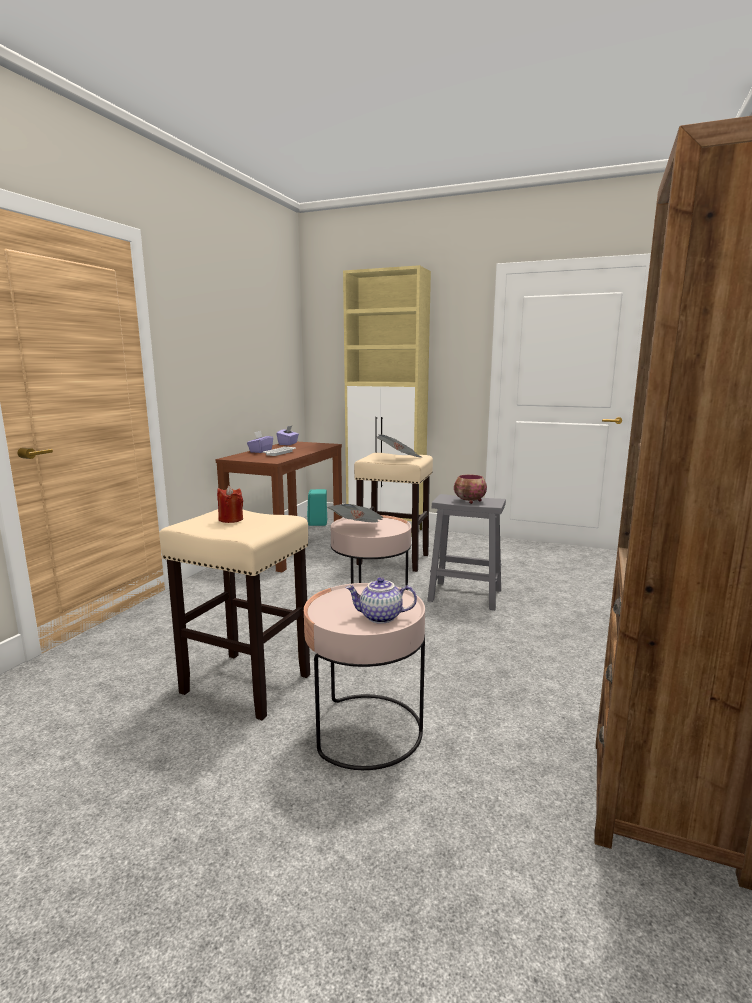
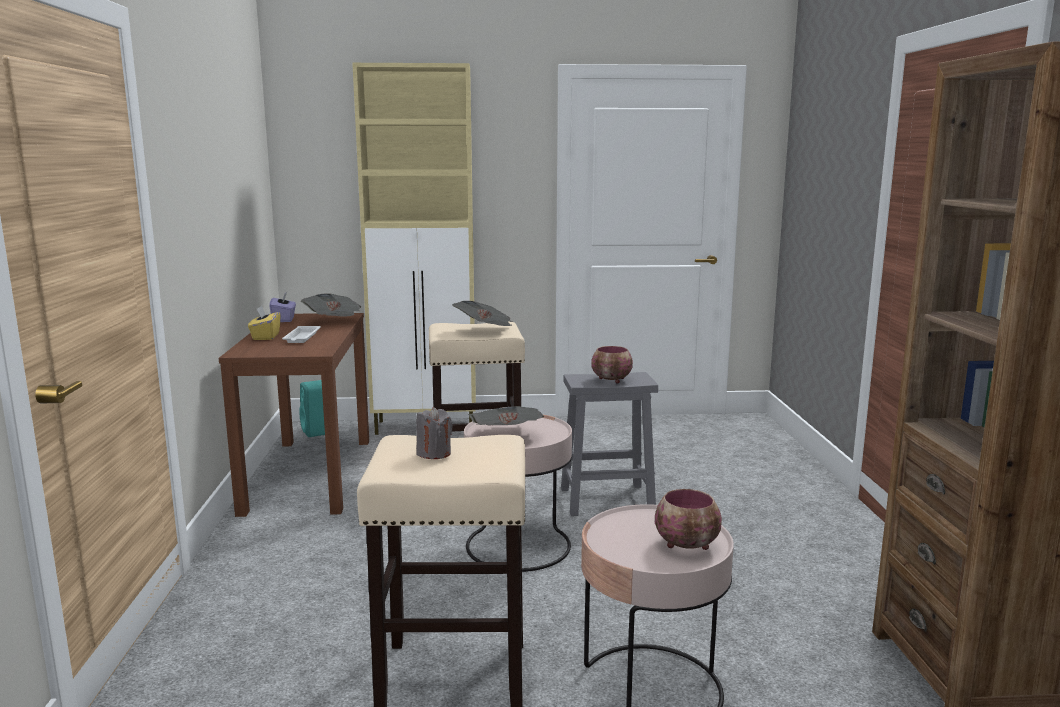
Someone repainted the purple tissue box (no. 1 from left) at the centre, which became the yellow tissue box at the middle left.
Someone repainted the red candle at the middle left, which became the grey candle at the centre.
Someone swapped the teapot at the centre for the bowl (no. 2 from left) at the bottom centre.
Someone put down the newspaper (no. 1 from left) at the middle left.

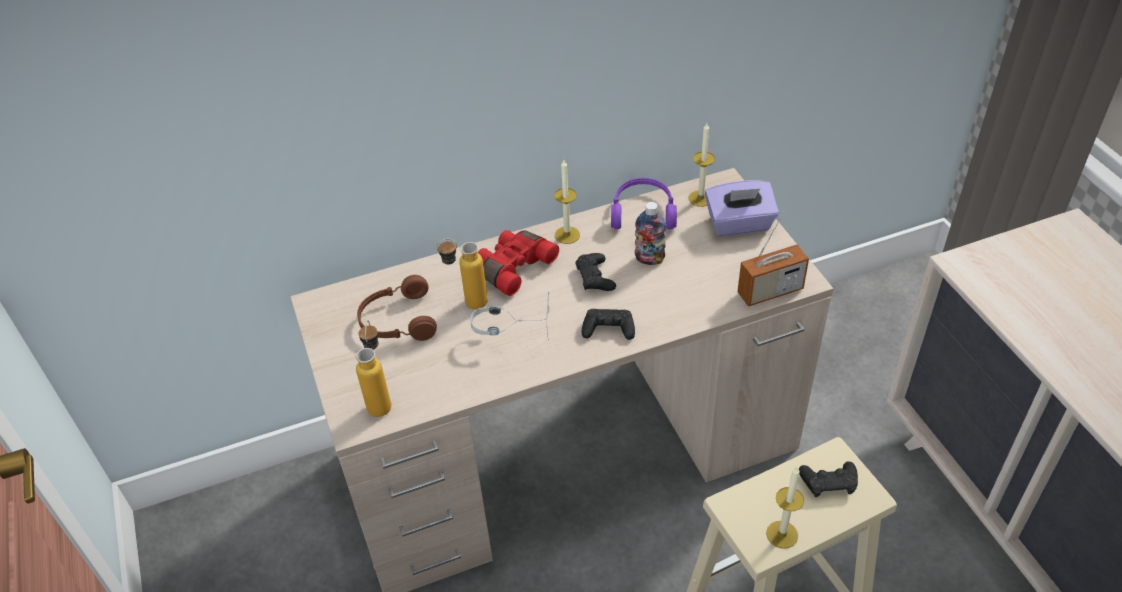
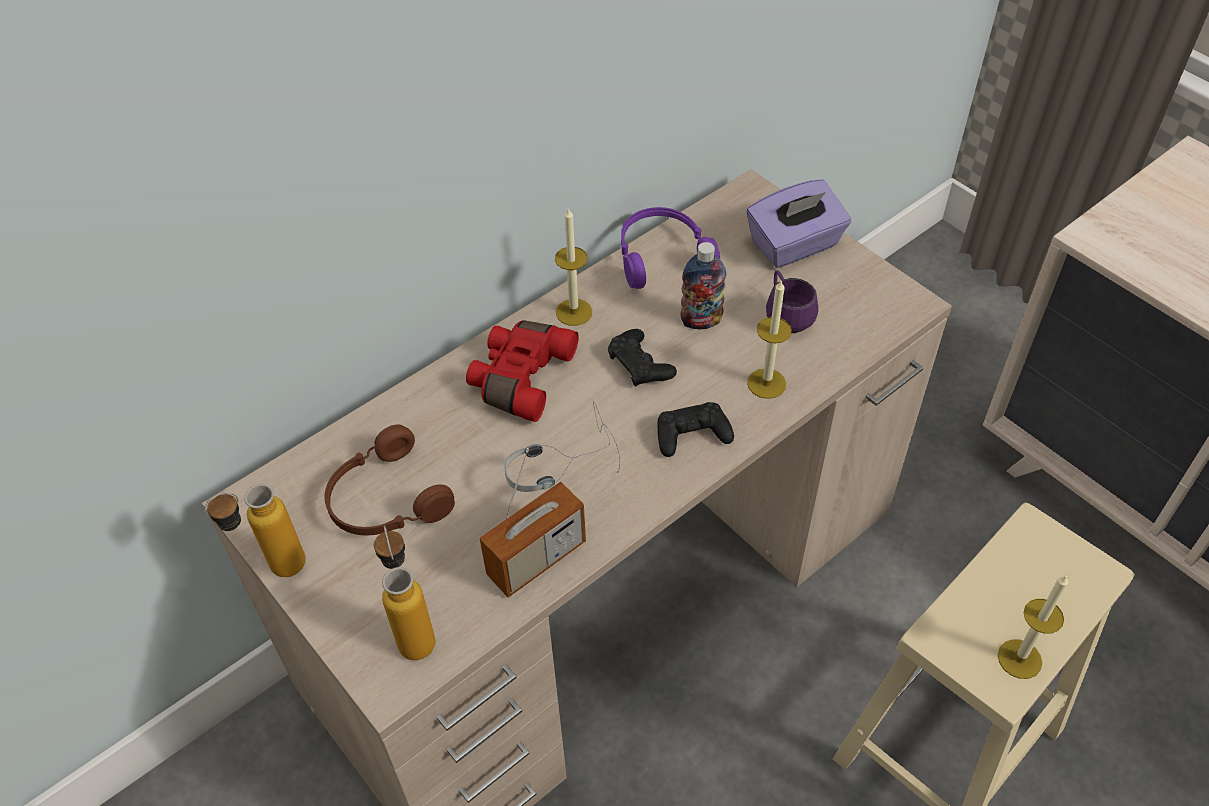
Someone carried the candle (no. 2 from left) from the top centre to the centre.
Someone carried the radio from the middle right to the centre.
Someone carried the bottle (no. 2 from left in the first image) from the centre to the middle left.
Someone took away the black game controller (no. 3 from left) at the bottom right.
Someone put down the purple mug at the centre.

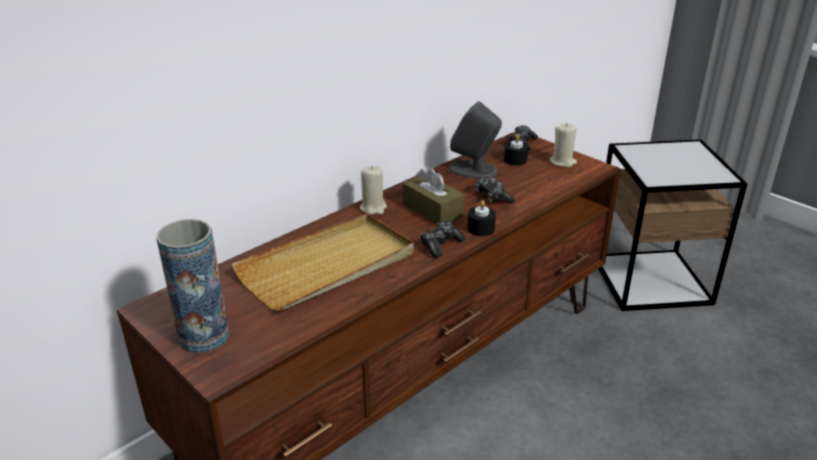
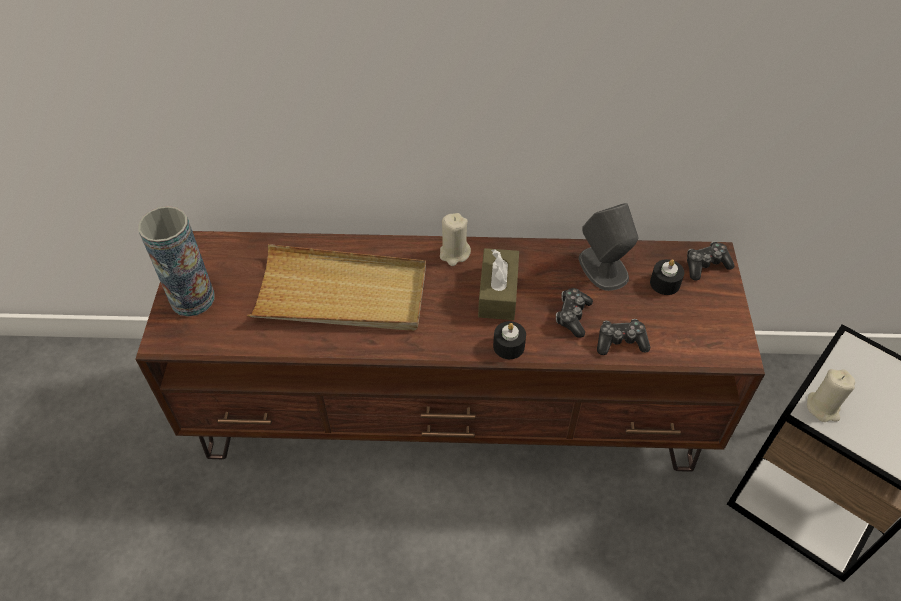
Someone carried the beige candle (no. 2 from left) from the top right to the middle right.
Someone carried the game controller (no. 1 from left in the first image) from the centre to the middle right.

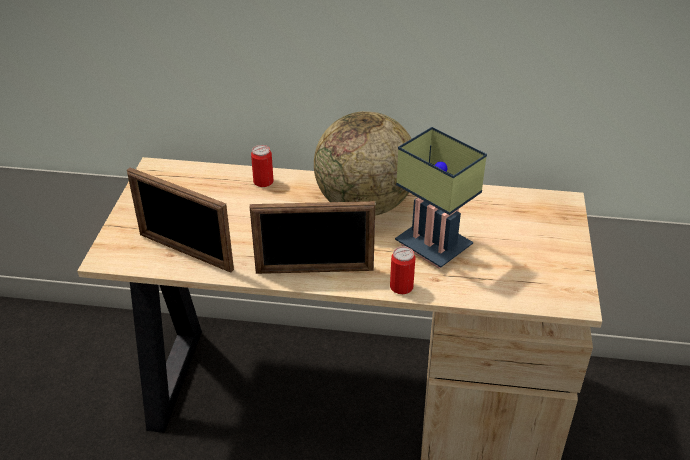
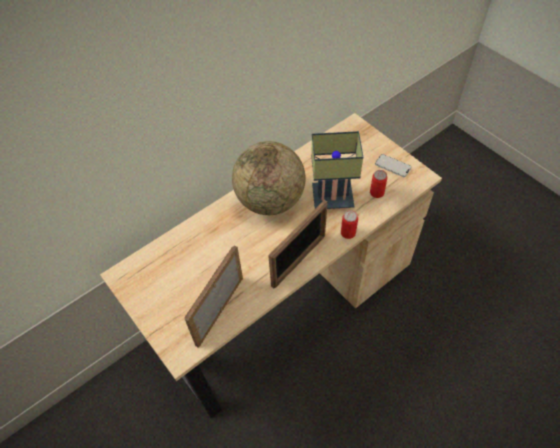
Someone carried the can (no. 1 from left in the first image) from the centre to the middle right.
Someone rotated the picture frame (no. 1 from left) at the middle left by 135 degrees clockwise.
Someone put down the phone at the middle right.

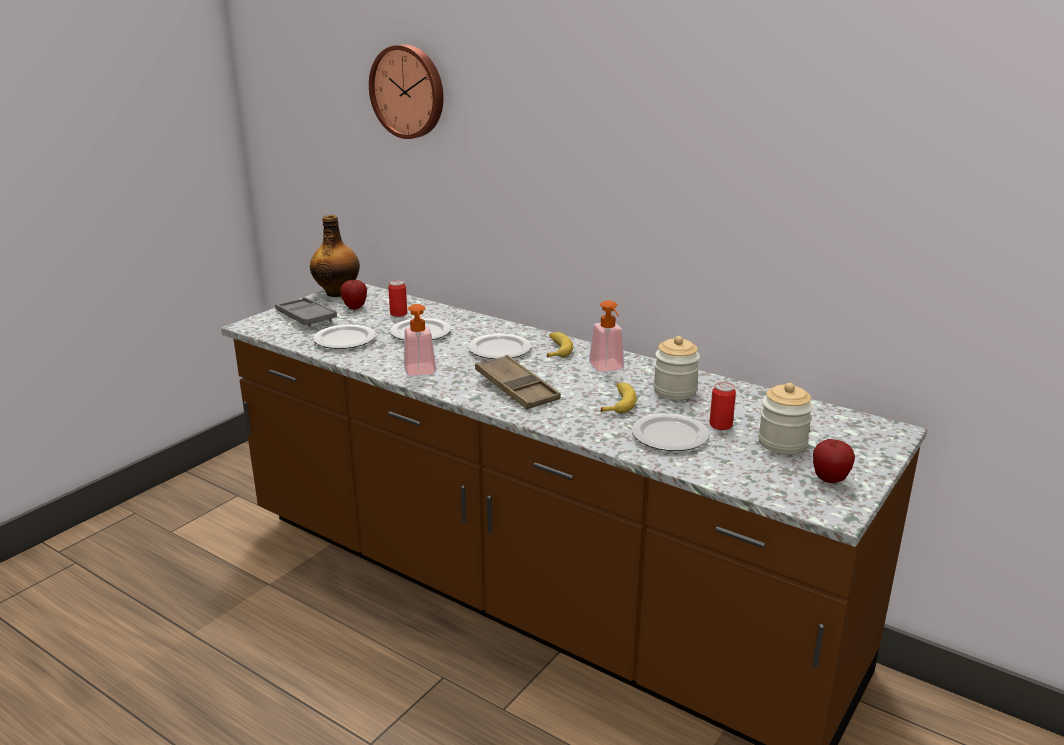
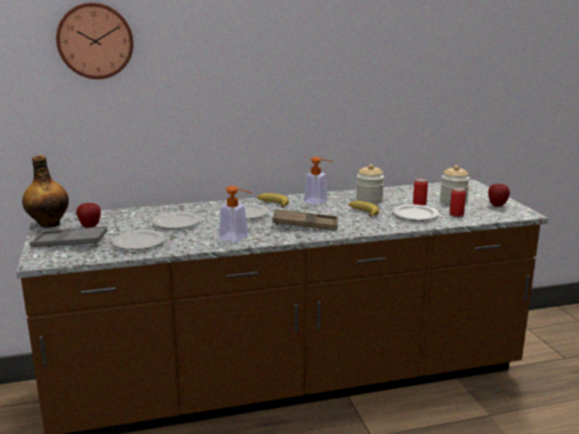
Someone carried the can (no. 1 from left in the first image) from the centre to the middle right.

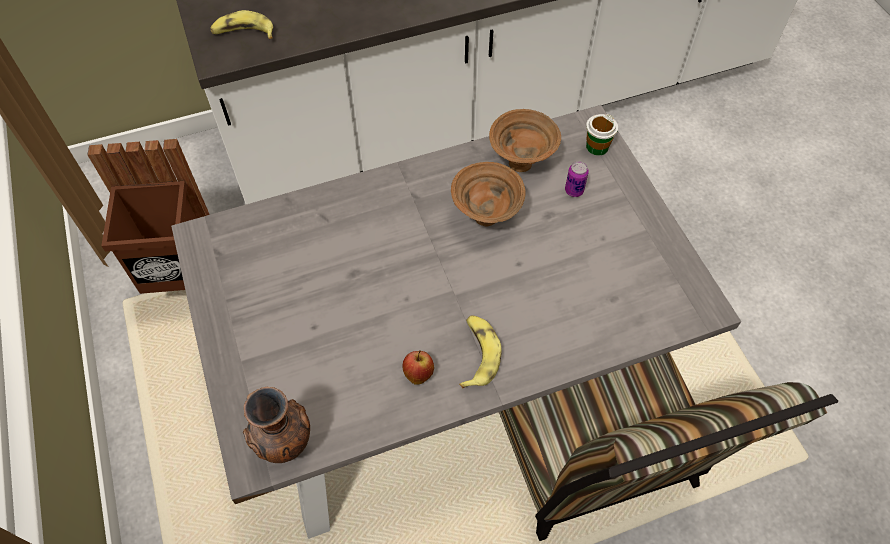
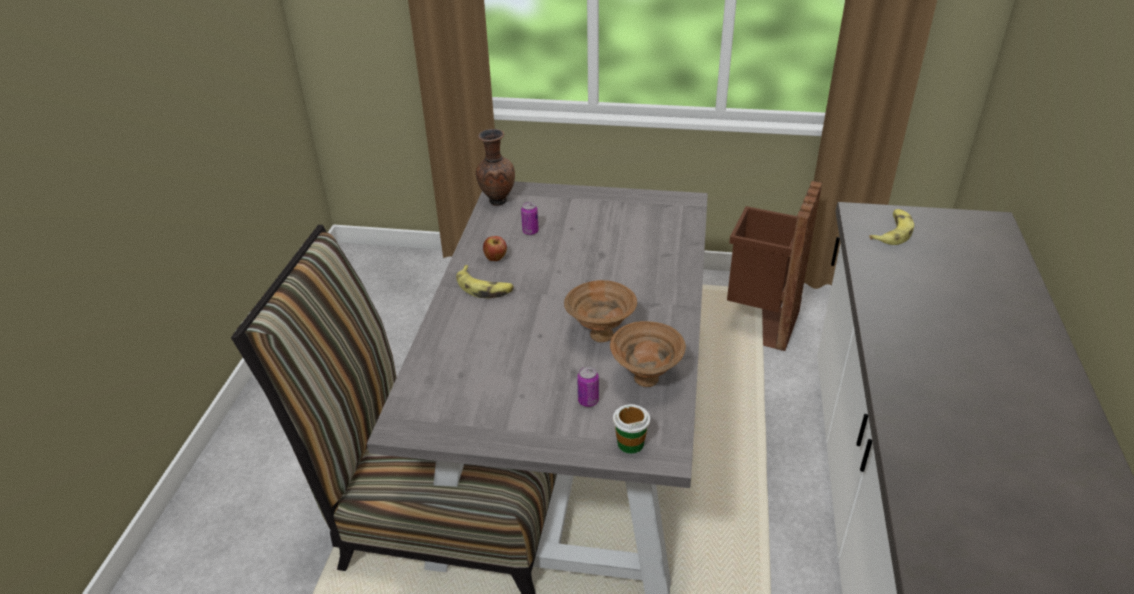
Someone put down the can (no. 1 from left) at the centre.

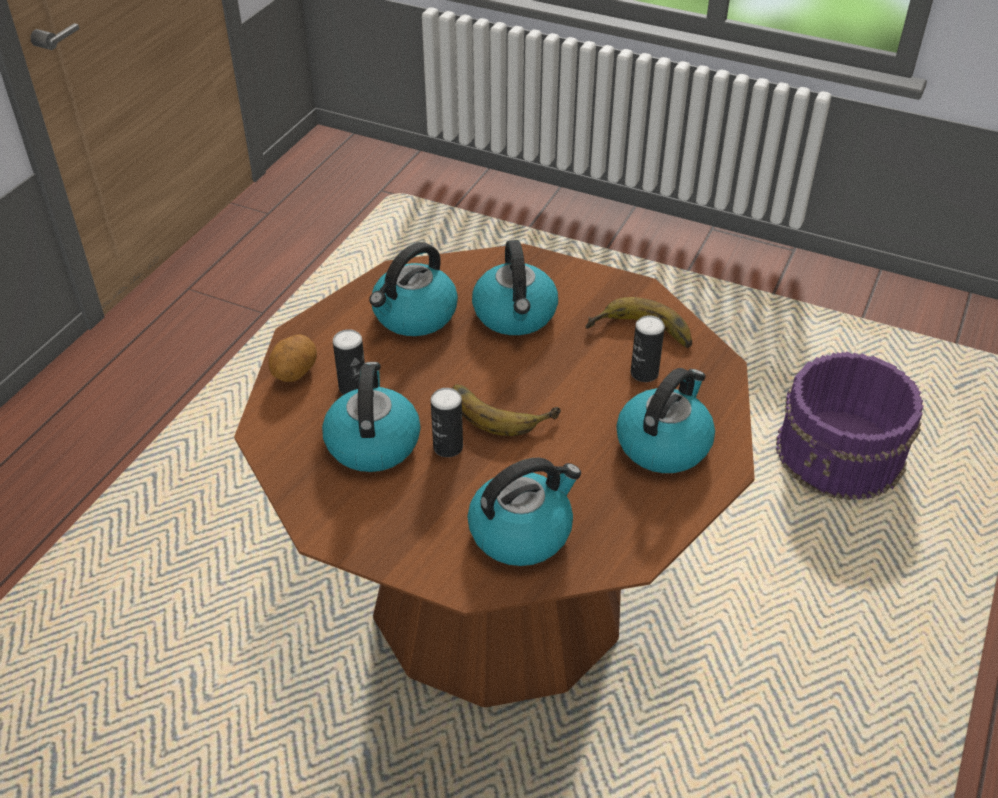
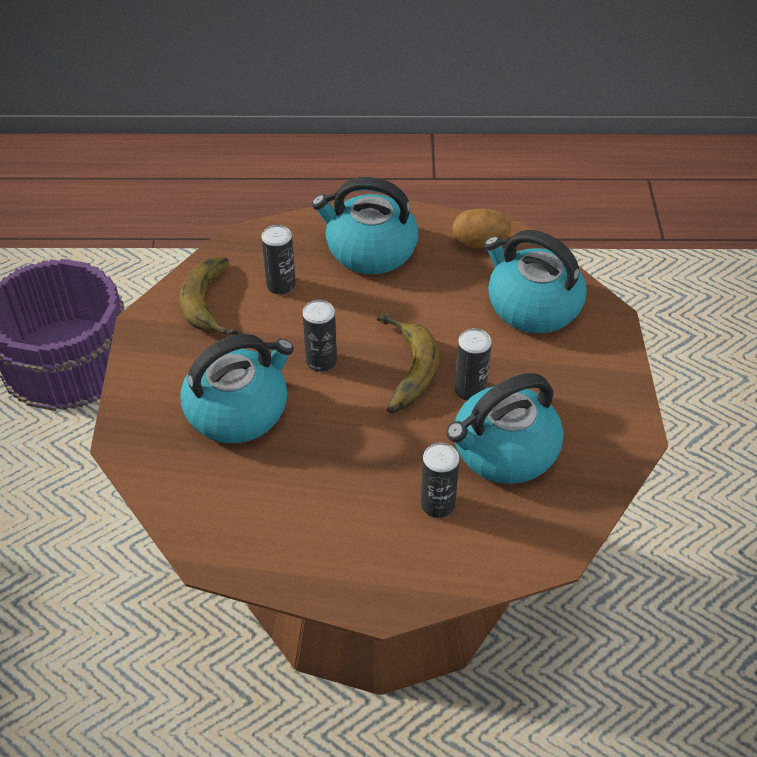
Someone took away the kettle (no. 2 from left) at the centre.
Someone carried the potato from the middle left to the top centre.
Someone put down the can (no. 2 from left) at the centre.

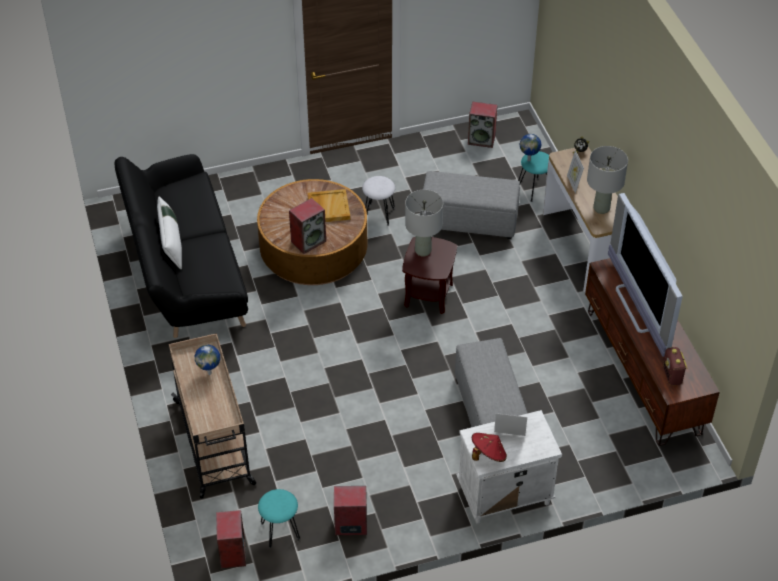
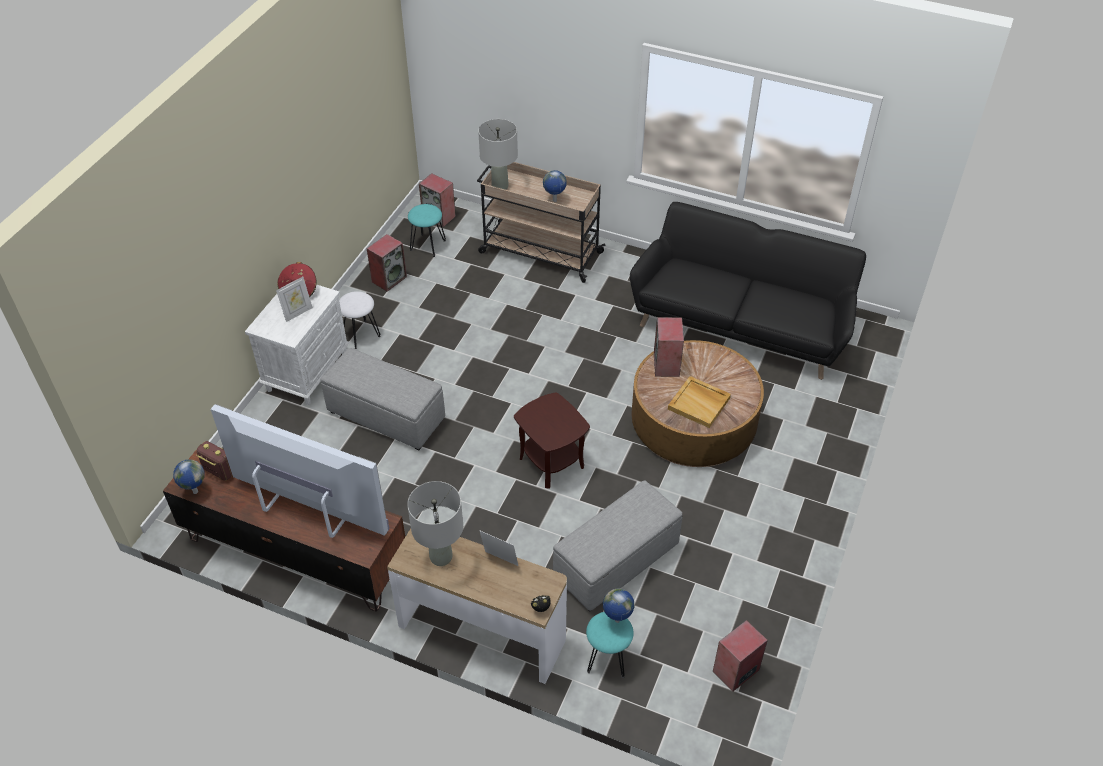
Someone carried the white stool from the centre to the middle left.
Someone carried the grey table lamp (no. 1 from left in the first image) from the centre to the top centre.
Someone took away the white pillow at the middle left.
Someone put down the globe (no. 1 from left) at the middle left.

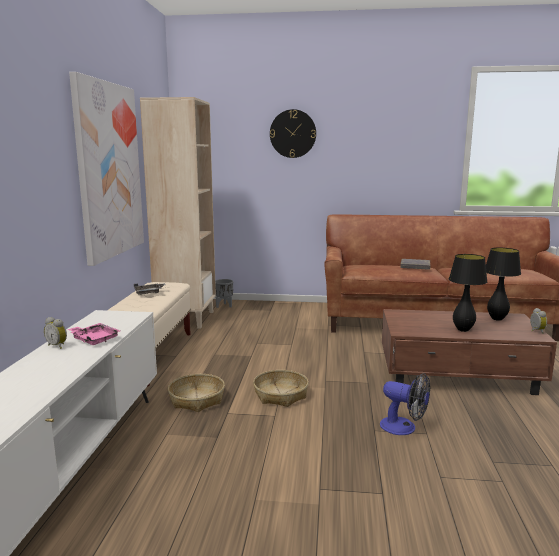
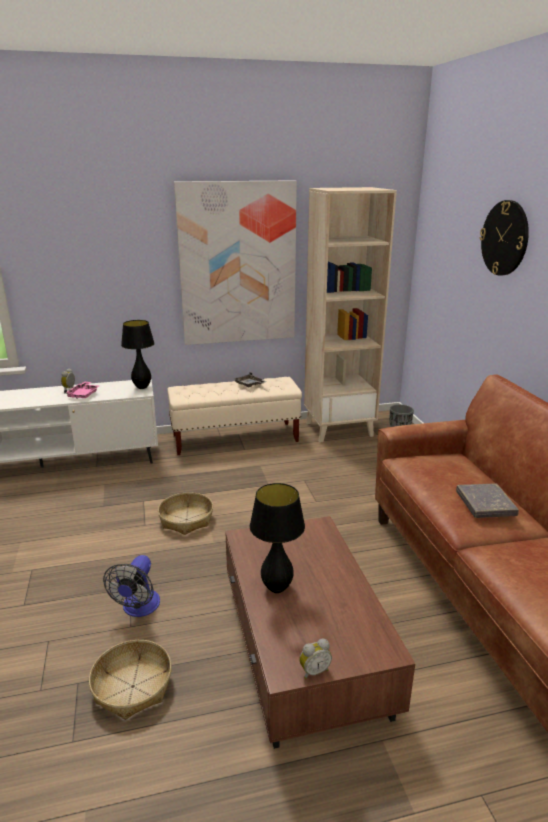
Someone carried the black table lamp (no. 2 from left in the first image) from the middle right to the middle left.
Someone carried the basket (no. 1 from left) from the bottom centre to the bottom left.

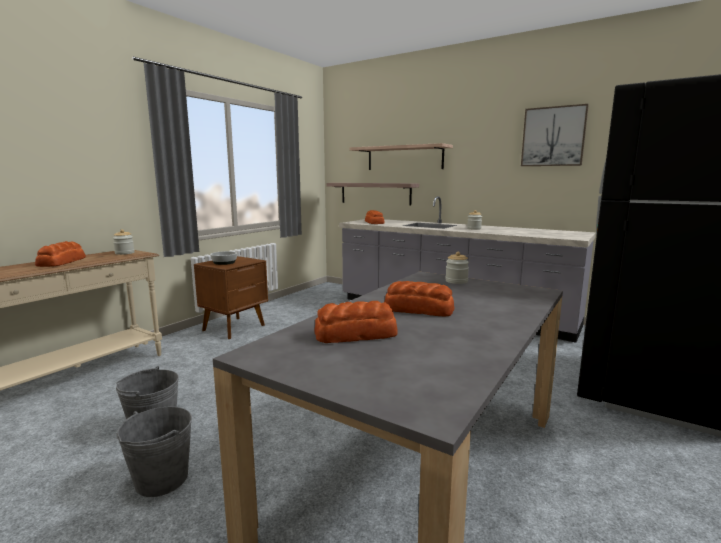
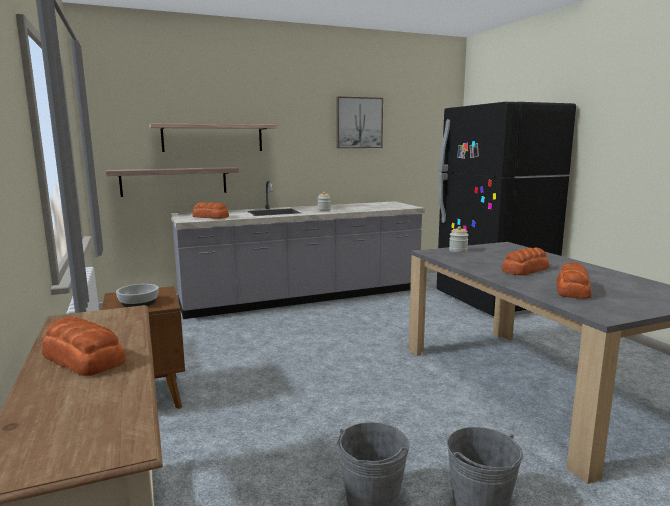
Someone took away the jar (no. 1 from left) at the middle left.

